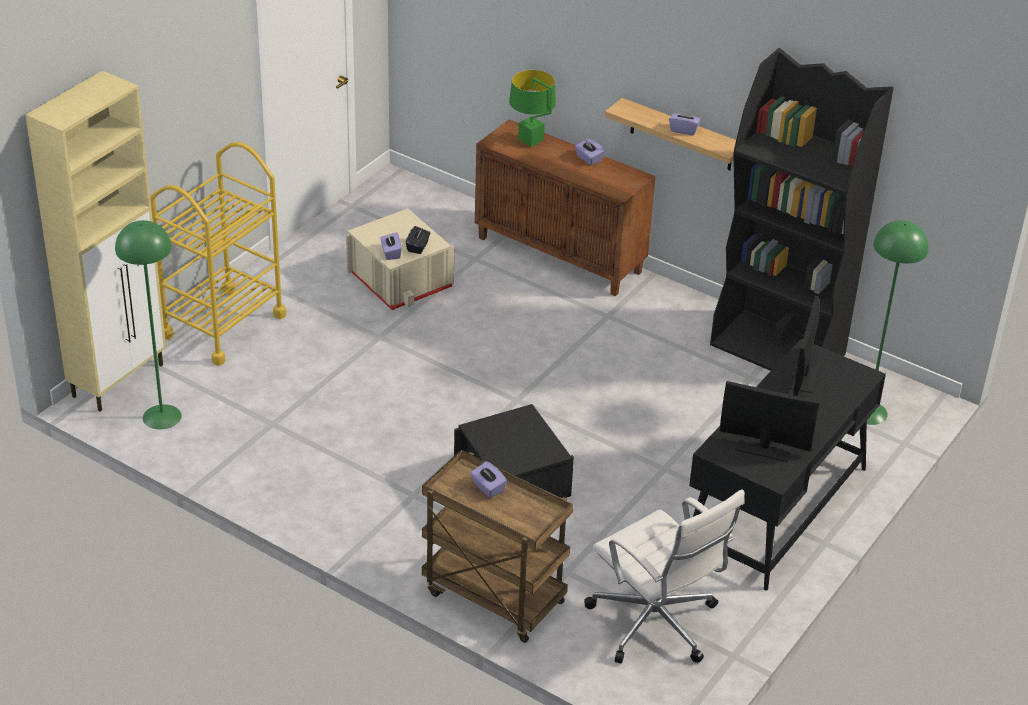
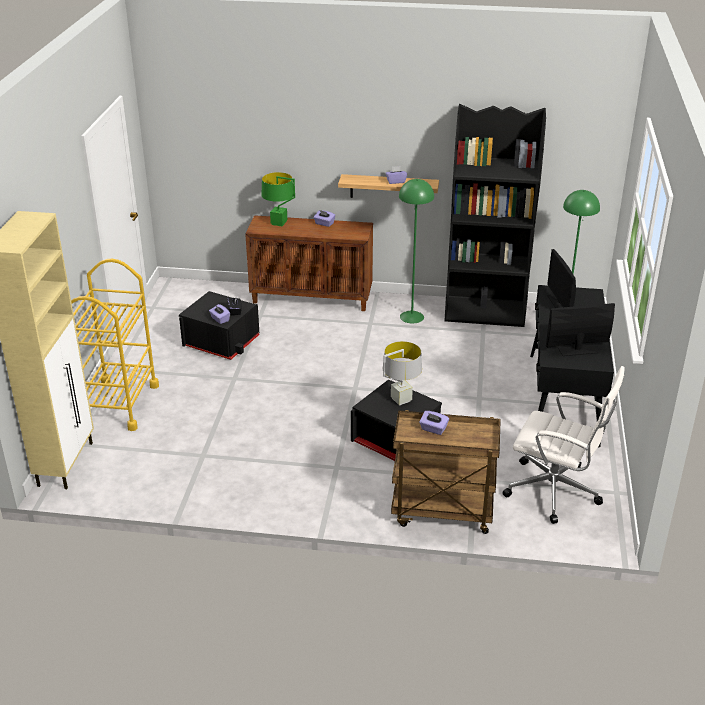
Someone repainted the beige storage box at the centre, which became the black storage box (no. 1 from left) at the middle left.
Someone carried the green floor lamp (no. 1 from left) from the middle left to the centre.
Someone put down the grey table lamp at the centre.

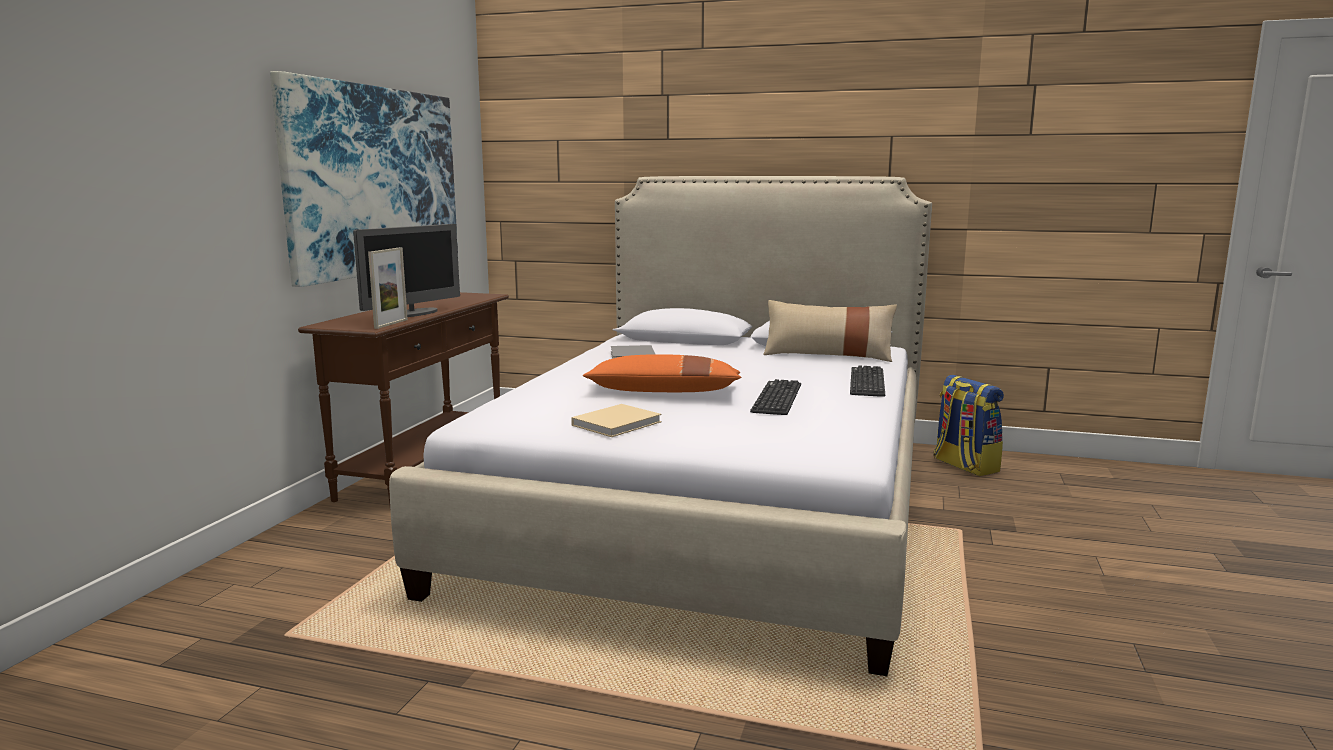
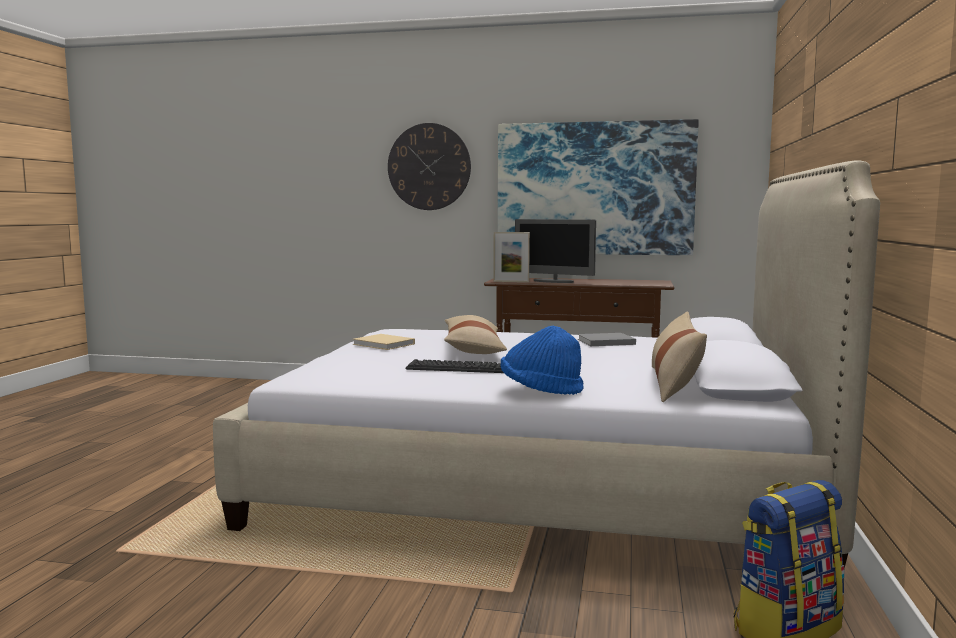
Someone repainted the orange pillow at the centre, which became the beige pillow (no. 1 from left) at the centre.
Someone swapped the keyboard (no. 2 from left) at the centre for the blue hat at the centre.
Someone put up the wall clock at the top centre.

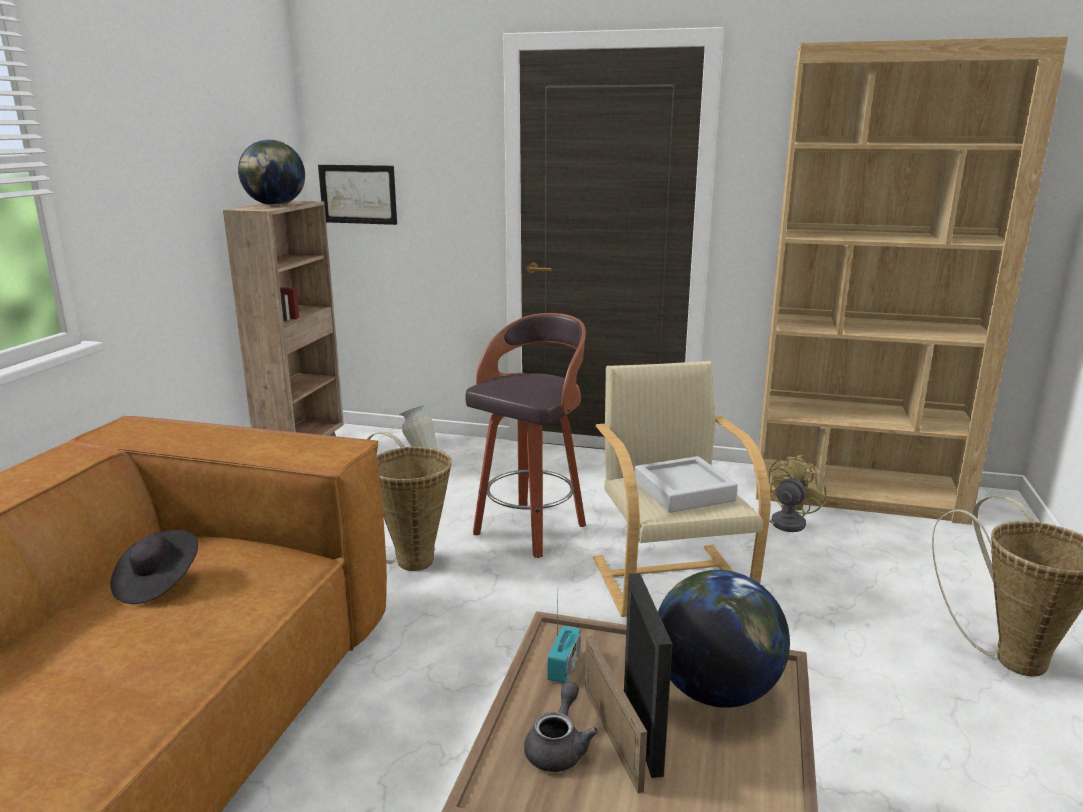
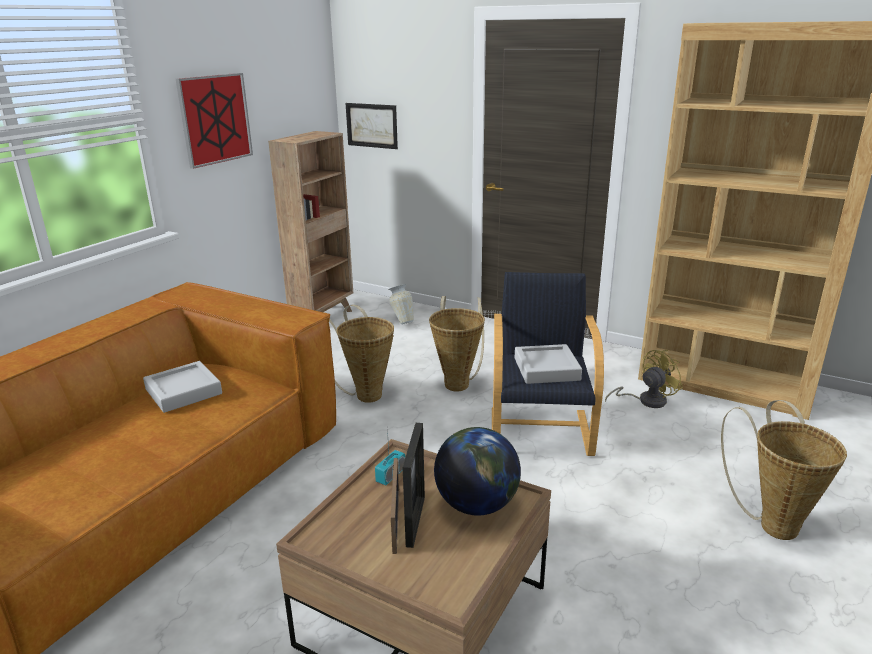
Someone took away the globe (no. 1 from left) at the top left.
Someone swapped the stool at the centre for the basket (no. 2 from left) at the centre.
Someone repainted the beige armchair at the centre, which became the black armchair at the centre.
Someone swapped the black hat at the bottom left for the grey tray (no. 1 from left) at the middle left.
Someone took away the grey teapot at the bottom centre.
Someone put up the picture (no. 1 from left) at the top left.

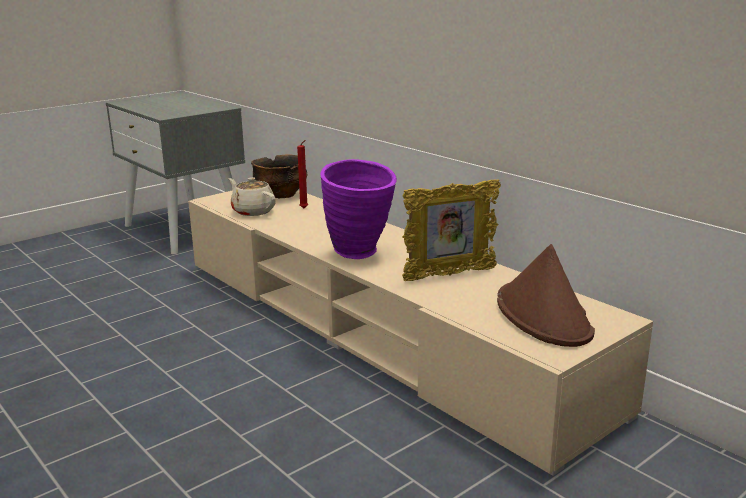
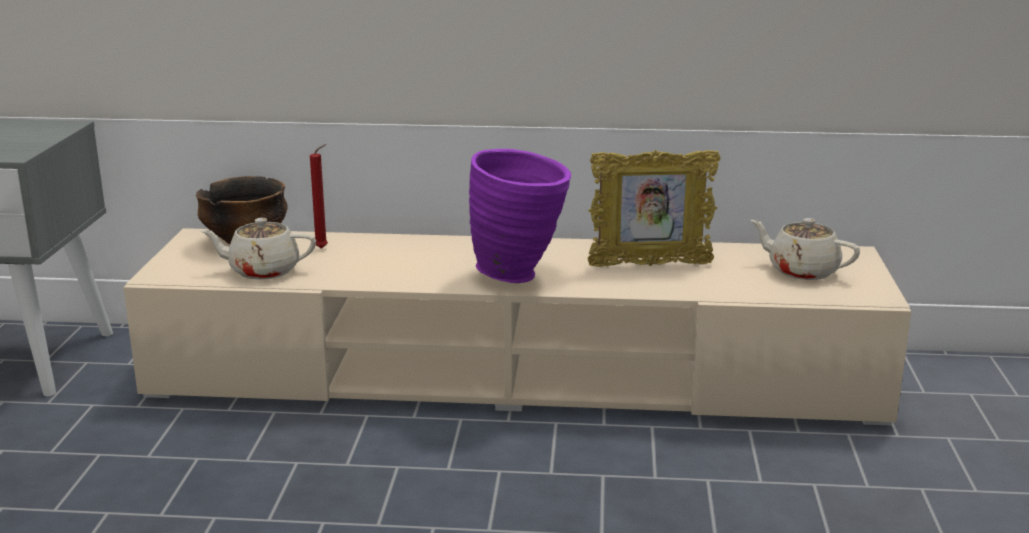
Someone rotated the picture frame at the centre by 60 degrees clockwise.
Someone swapped the brown hat at the middle right for the beige teapot (no. 2 from left) at the middle right.

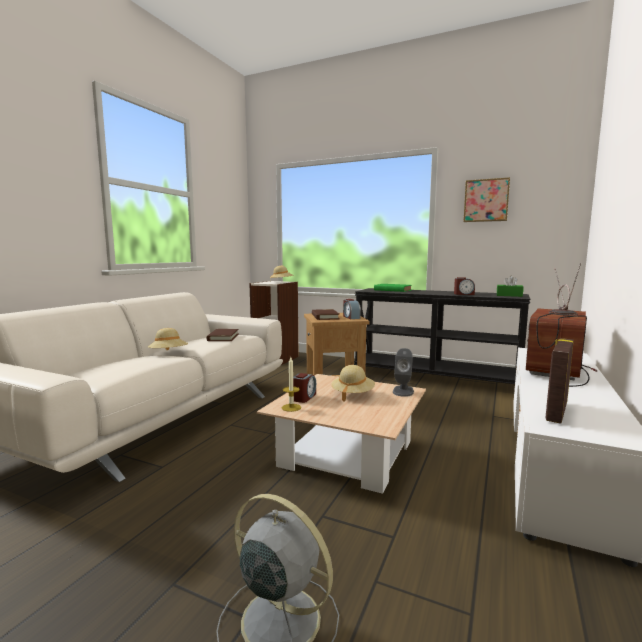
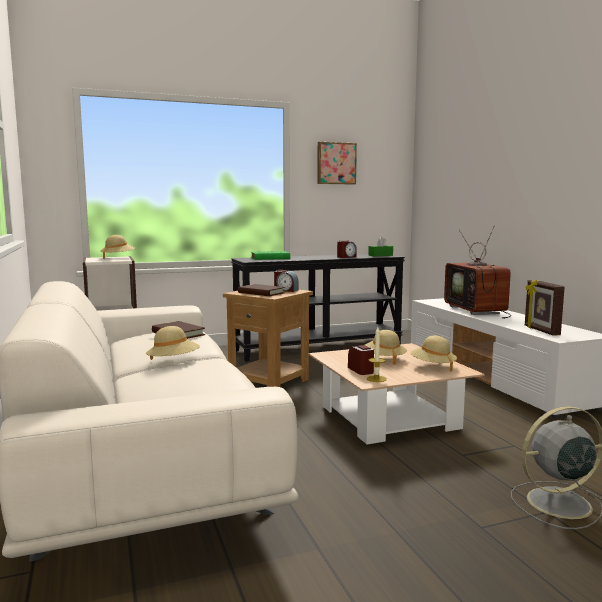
Someone took away the grey speaker at the centre.
Someone put down the beige hat (no. 4 from left) at the middle right.

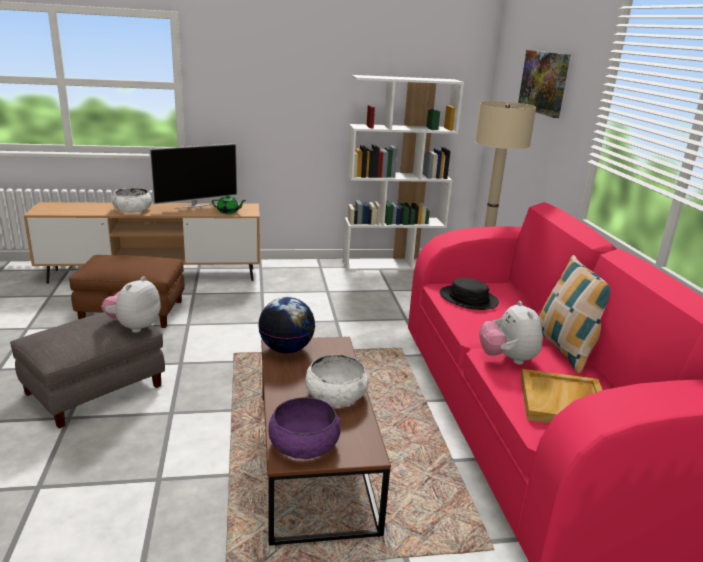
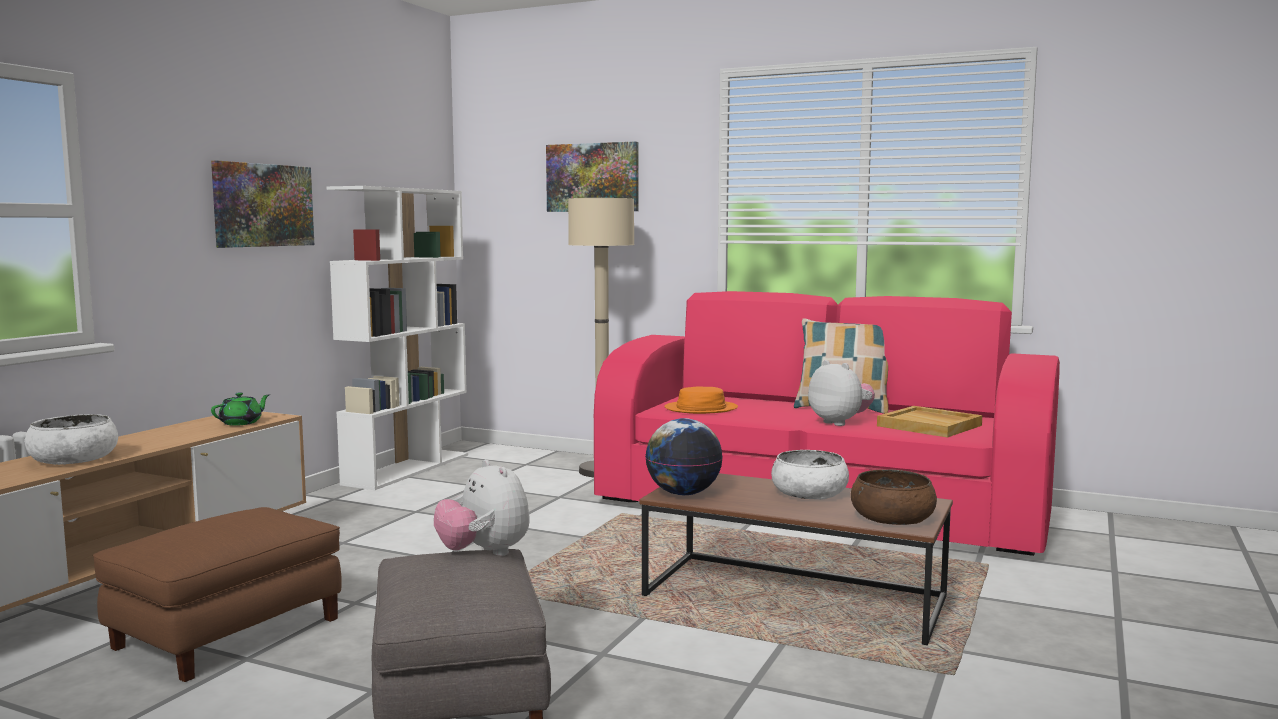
Someone took away the television at the top left.
Someone repainted the black hat at the middle right, which became the orange hat at the centre.
Someone rotated the plush toy (no. 2 from left) at the middle right by 150 degrees counterclockwise.
Someone repainted the purple bowl at the bottom centre, which became the brown bowl at the bottom right.
Someone put up the picture (no. 1 from left) at the top left.

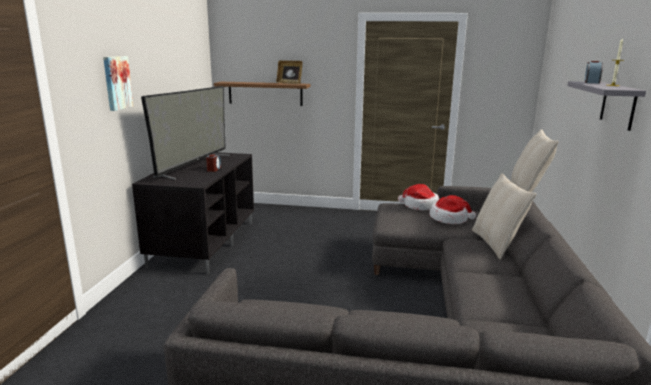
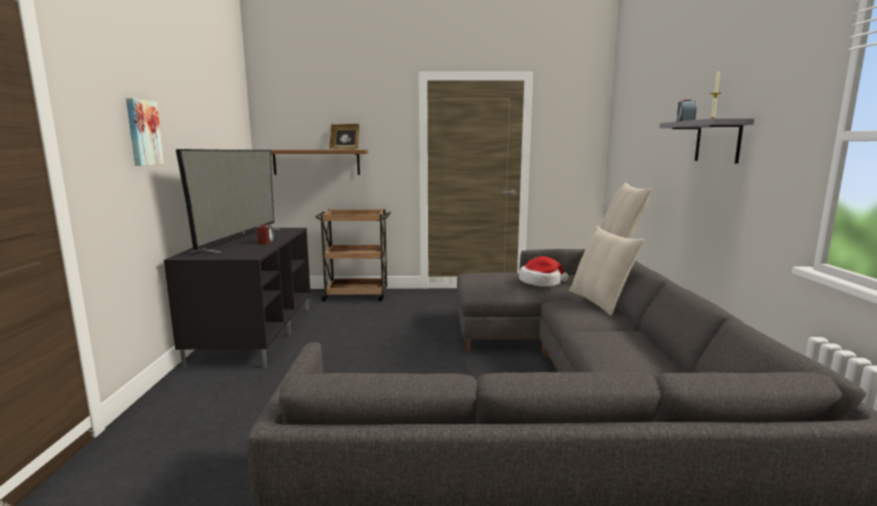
Someone took away the hat (no. 1 from left) at the centre.
Someone put down the brown cart at the centre.

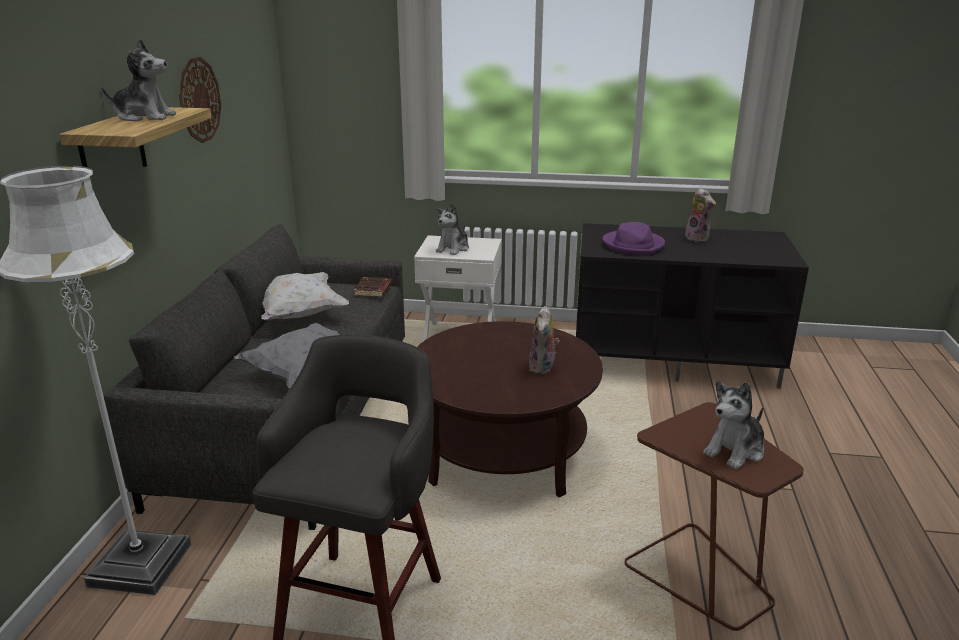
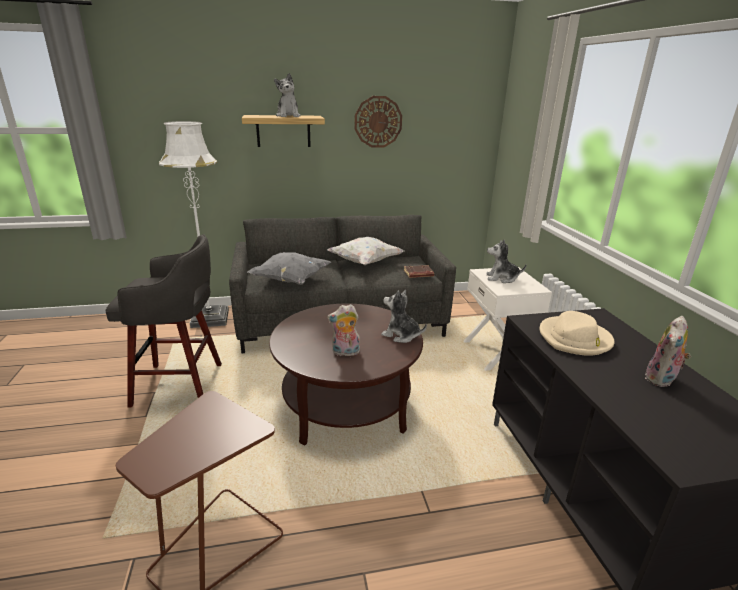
Someone repainted the purple hat at the centre, which became the beige hat at the middle right.
Someone carried the plush toy (no. 5 from left in the first image) from the middle right to the centre.

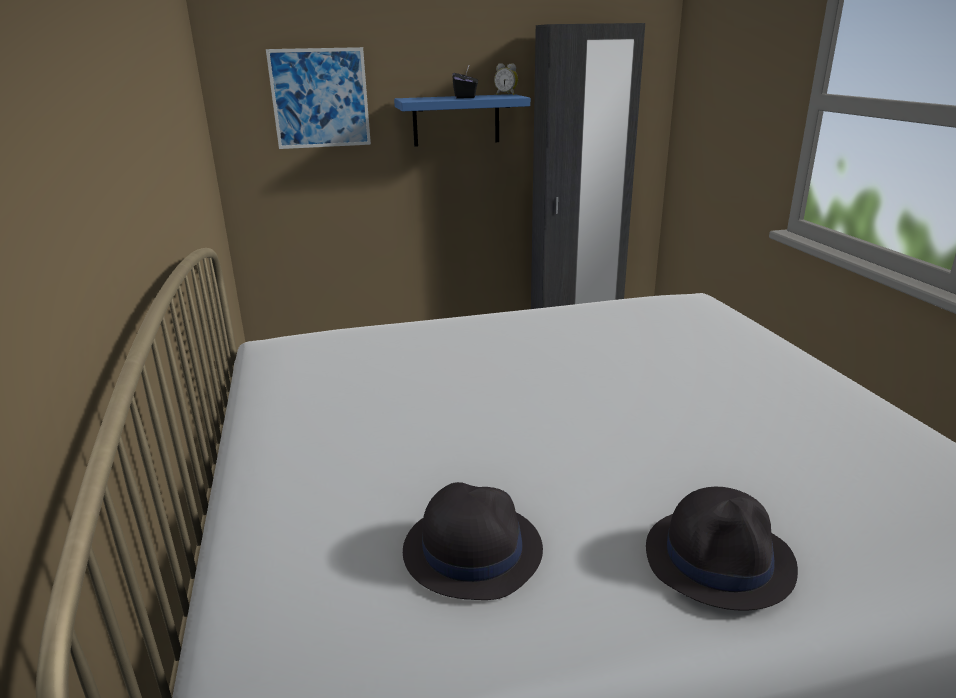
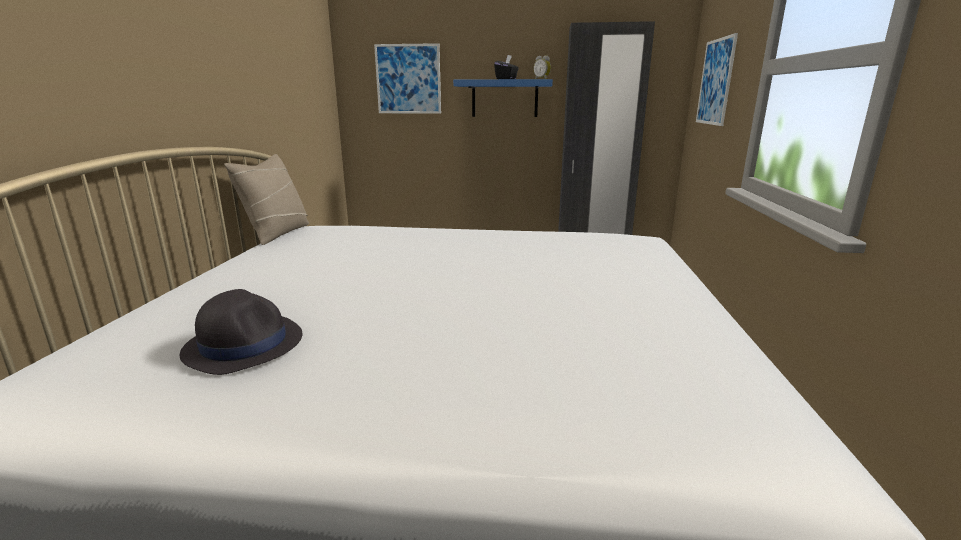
Someone took away the black hat (no. 2 from left) at the bottom right.
Someone put up the picture (no. 2 from left) at the top right.
Someone put down the beige pillow at the middle left.

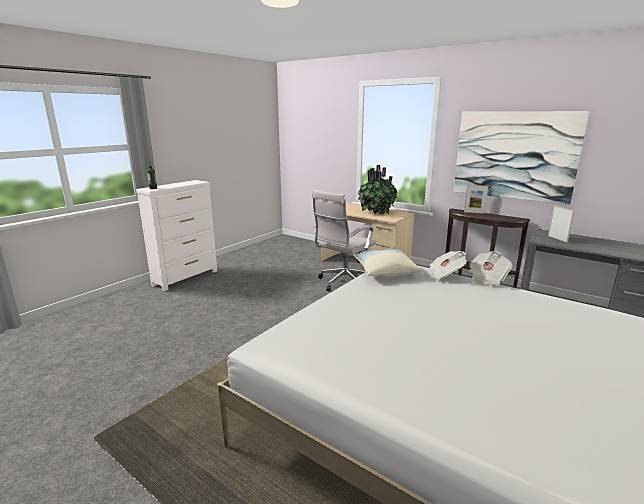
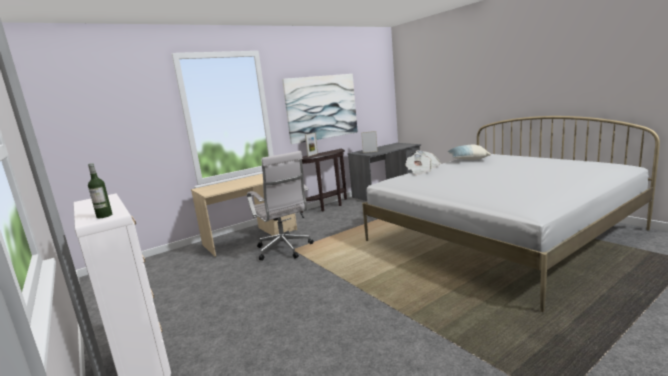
Someone took away the potted plant at the centre.
Someone carried the pillow from the centre to the middle right.

